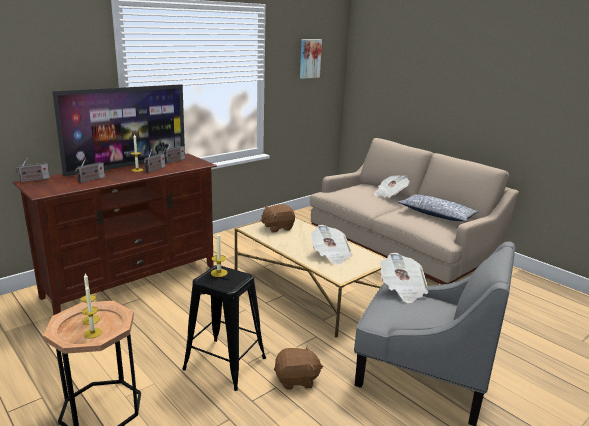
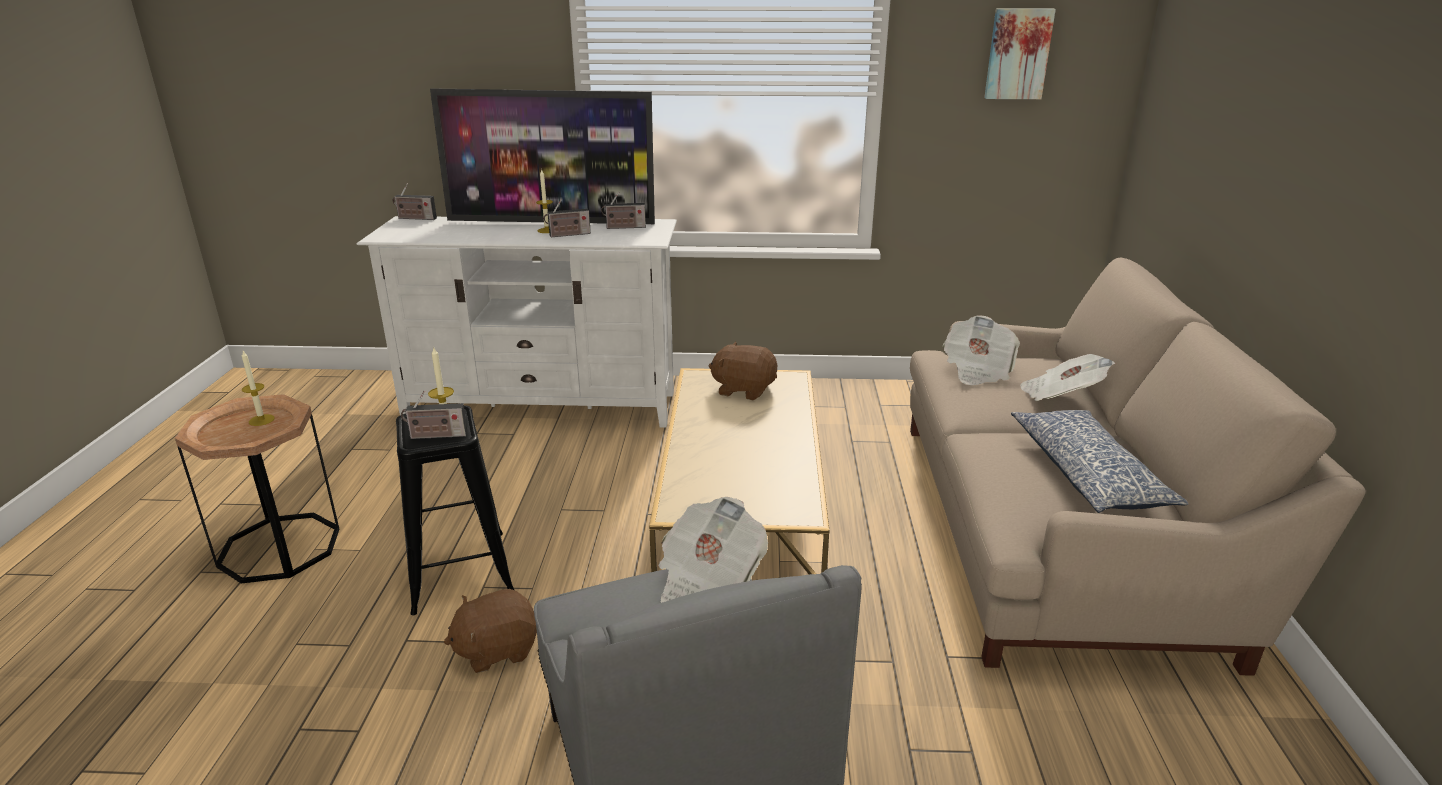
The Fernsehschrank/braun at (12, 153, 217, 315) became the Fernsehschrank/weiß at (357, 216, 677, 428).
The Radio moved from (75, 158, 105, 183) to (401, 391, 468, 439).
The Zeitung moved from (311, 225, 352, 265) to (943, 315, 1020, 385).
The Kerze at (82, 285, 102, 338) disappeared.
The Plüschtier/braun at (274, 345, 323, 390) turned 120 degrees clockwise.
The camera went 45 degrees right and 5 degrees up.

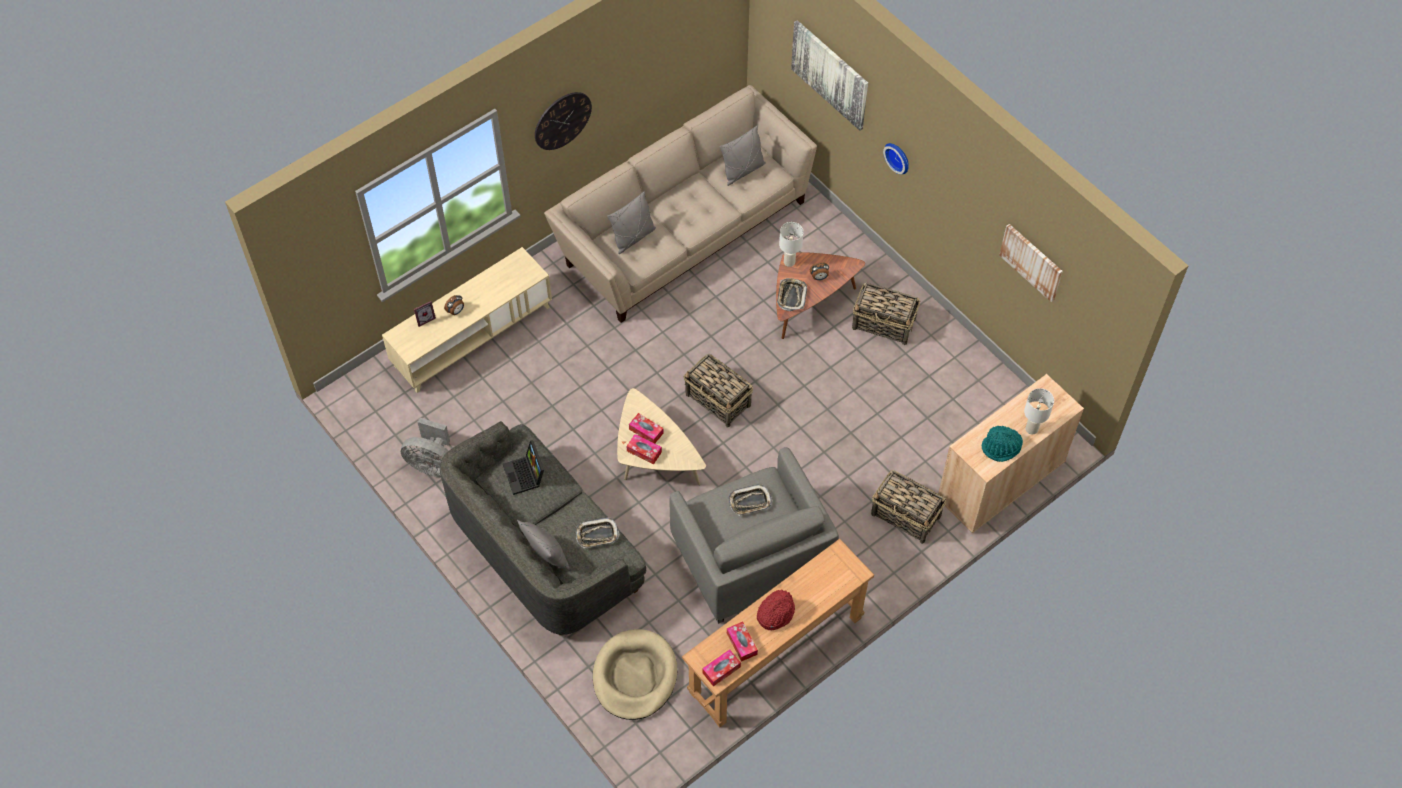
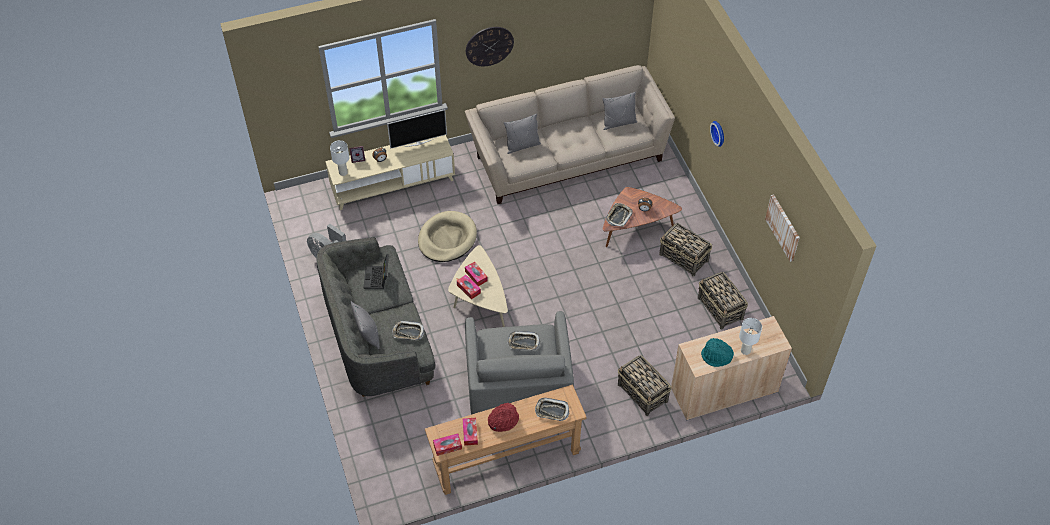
The Bild at (791, 20, 868, 131) disappeared.
The Tischlampe/weiß moved from (779, 222, 804, 267) to (330, 140, 349, 176).
The Korb moved from (683, 354, 753, 427) to (698, 272, 748, 329).
The Hundebett/beige moved from (593, 629, 677, 720) to (418, 211, 477, 262).
The Fernseher at (387, 109, 447, 149) appeared.
The Tablett at (535, 398, 569, 421) appeared.
The camera went 20 degrees right and 5 degrees down.

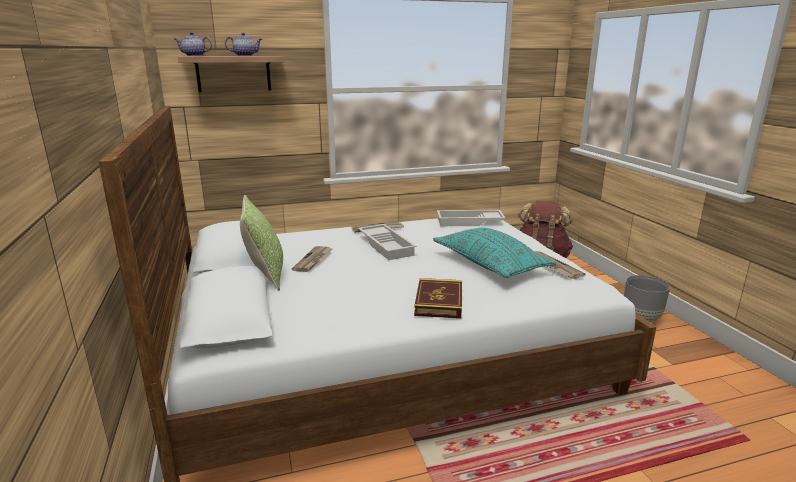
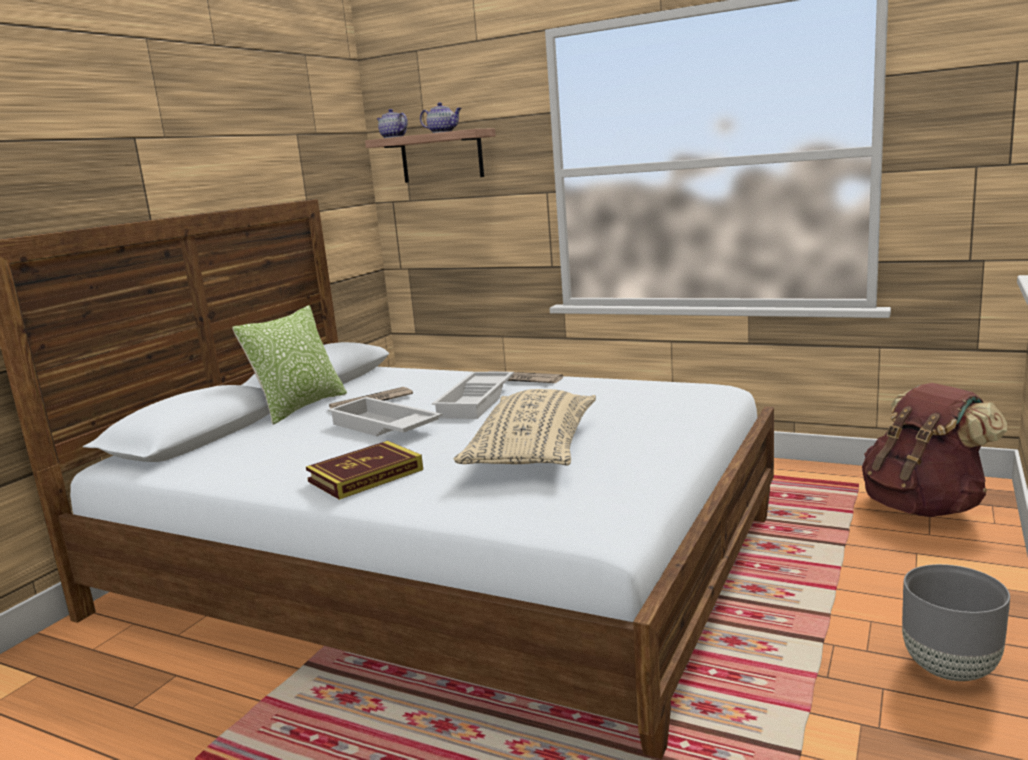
The Tablett/weiß moved from (437, 210, 506, 226) to (328, 397, 442, 436).
The Kissen/türkis at (433, 228, 556, 278) became the Kissen/beige at (454, 389, 596, 466).
The Zeitung at (535, 251, 586, 279) disappeared.
The camera went 45 degrees right and 5 degrees down.

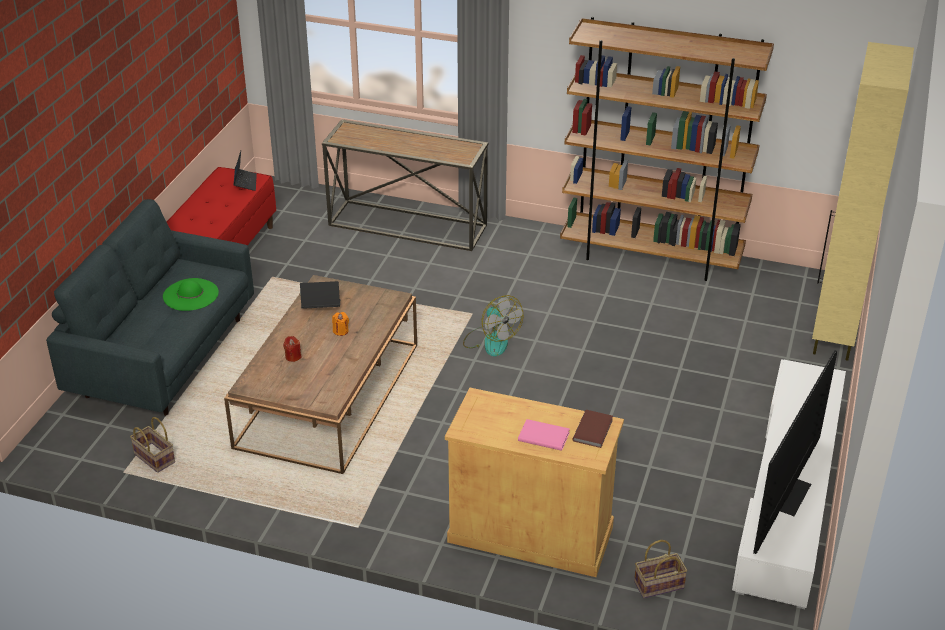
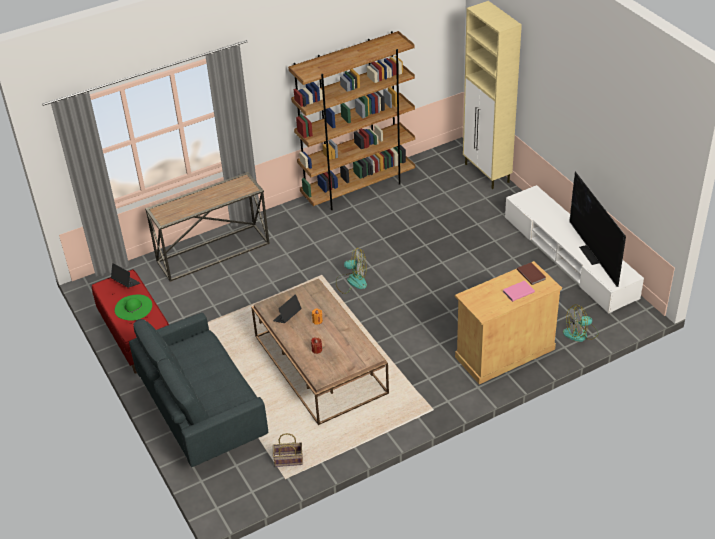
The Hut/grün moved from (163, 278, 219, 311) to (115, 294, 152, 321).
The Korb at (634, 540, 688, 598) was replaced by the Ventilator at (563, 304, 599, 342).
The camera went 45 degrees left and 5 degrees up.

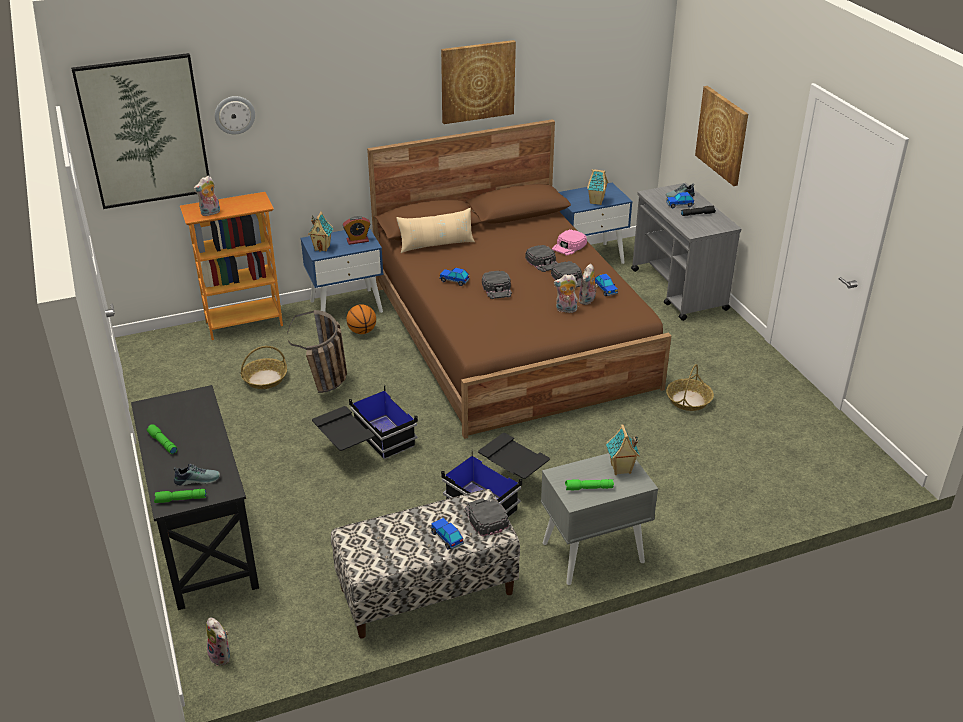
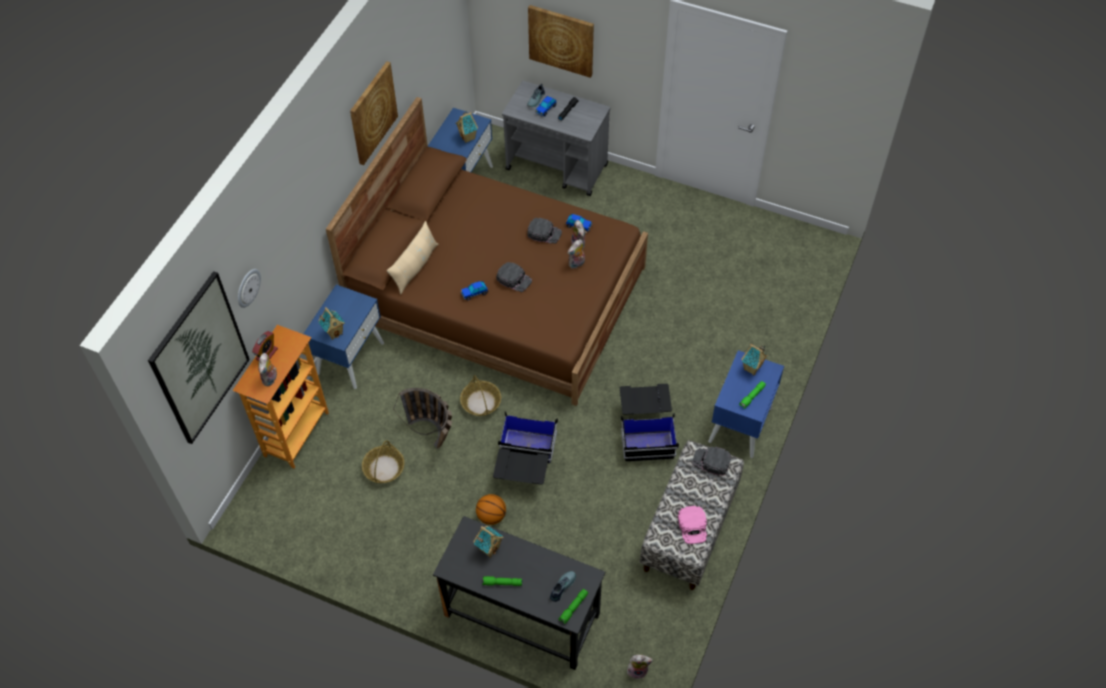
The Wecker moved from (343, 216, 370, 245) to (252, 331, 278, 361).
The Kappe/rosa moved from (552, 230, 587, 256) to (678, 506, 707, 544).
The Kappe/schwarz at (525, 245, 557, 272) disappeared.
The Basketball moved from (346, 304, 376, 334) to (476, 494, 506, 525).
The Korb moved from (666, 364, 714, 411) to (460, 375, 501, 416).
The Nachttisch/grau at (541, 453, 658, 585) became the Nachttisch/blau at (708, 350, 784, 458).
The Spielzeugauto at (431, 518, 464, 550) disappeared.
The Spielzeughaus at (473, 526, 504, 558) appeared.
The camera went 45 degrees left and 20 degrees up.

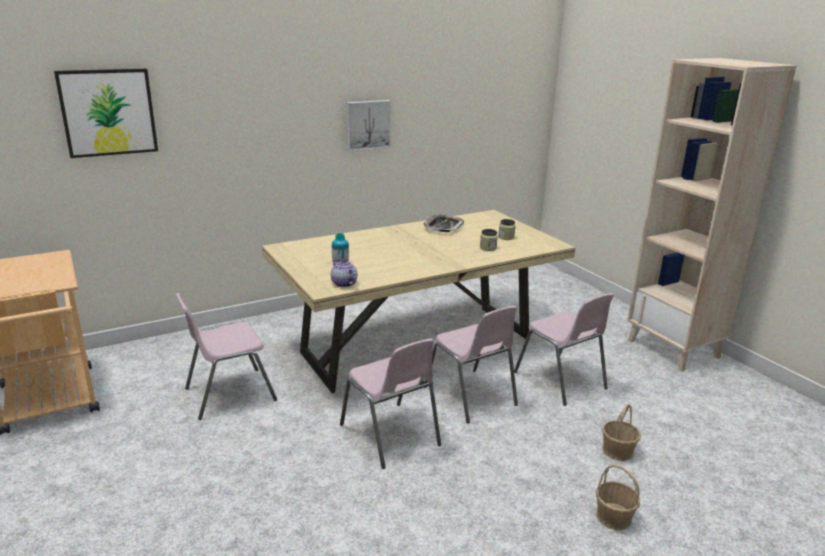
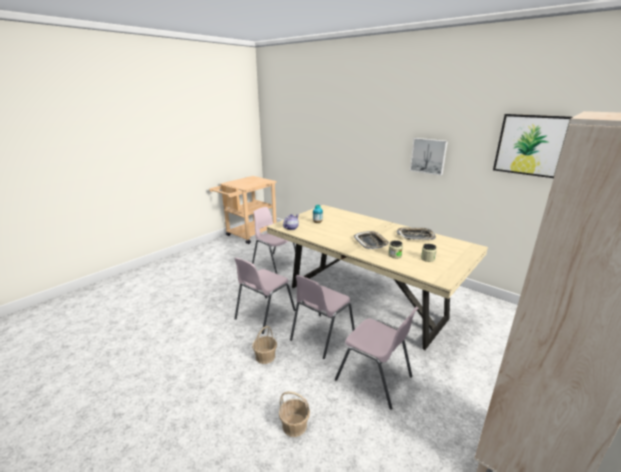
The Bild moved from (54, 69, 158, 158) to (493, 114, 572, 178).
The Stuhl/rosa at (514, 293, 614, 406) turned 90 degrees counterclockwise.
The Korb moved from (596, 464, 640, 530) to (252, 326, 277, 364).
The Tablett at (354, 231, 390, 249) appeared.
The camera went 70 degrees right and 0 degrees up.

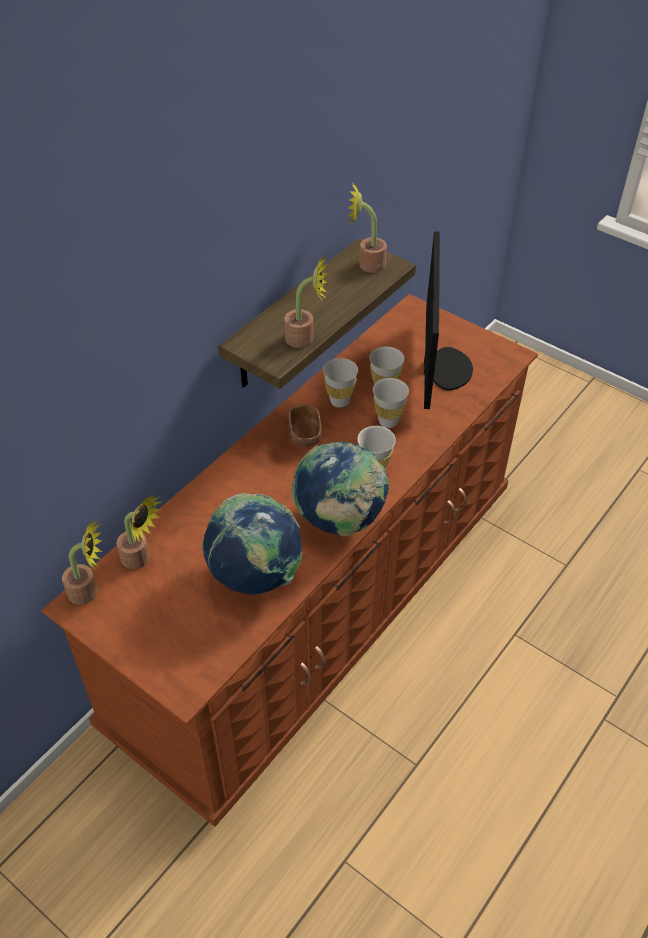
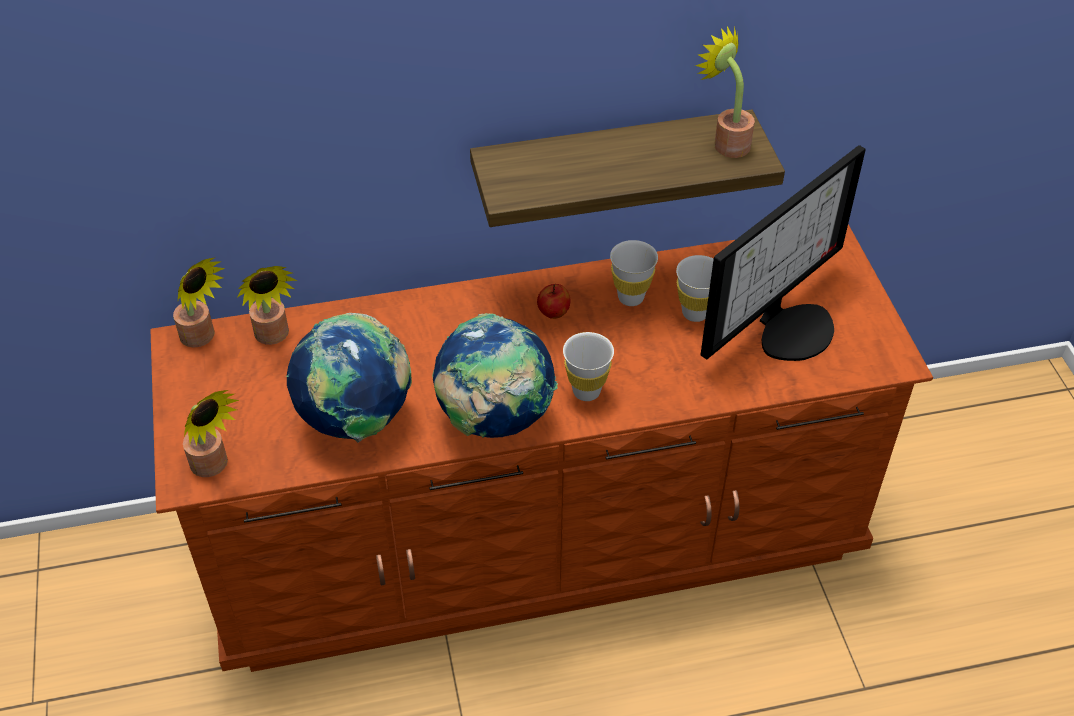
The Topfpflanze moved from (284, 254, 328, 348) to (183, 390, 240, 477).
The Tasse/weiß at (373, 378, 409, 428) disappeared.
The Schüssel/braun at (288, 405, 322, 447) was replaced by the Apfel at (537, 284, 570, 319).
The camera went 40 degrees right and 0 degrees up.

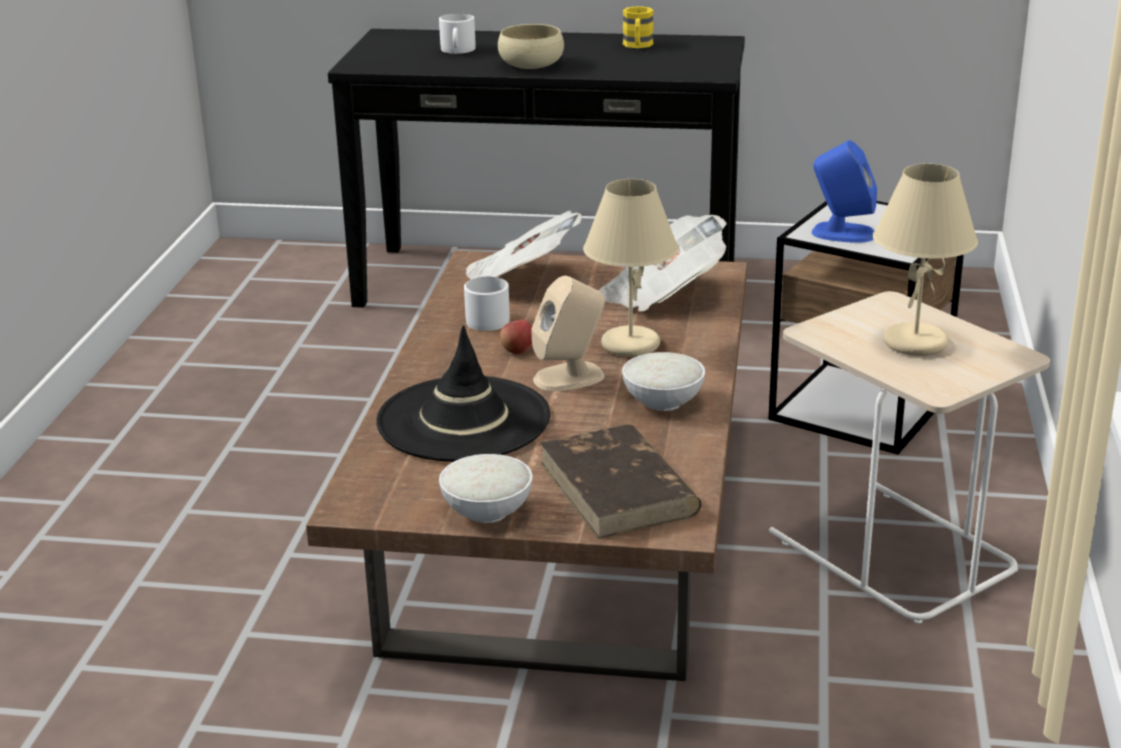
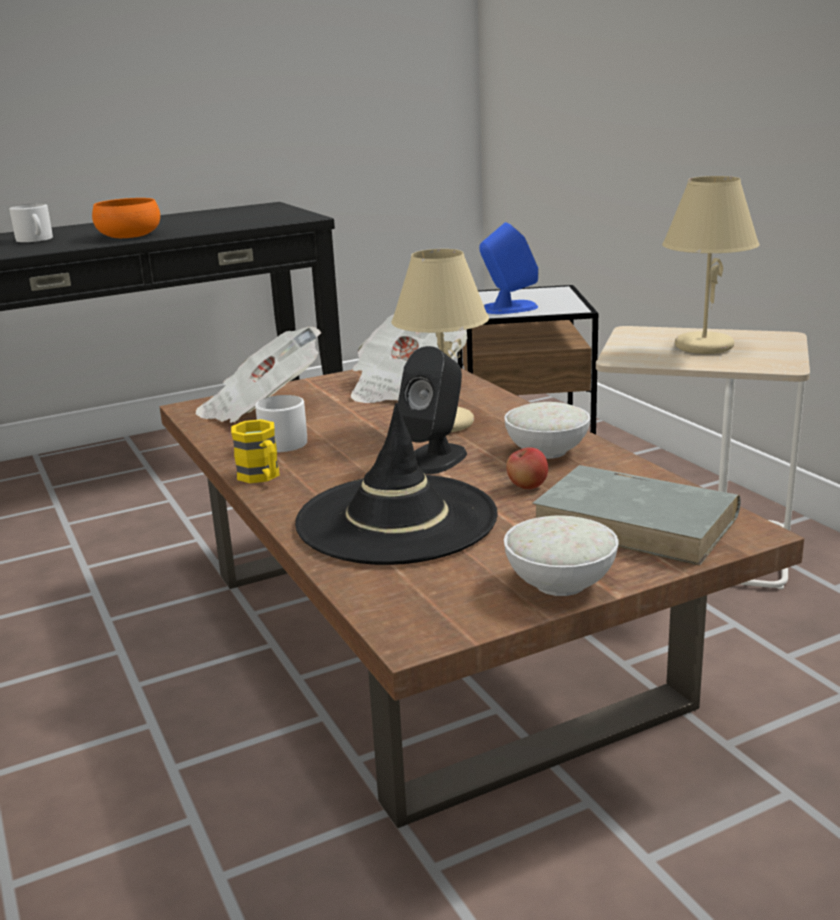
The Henkelbecher/gelb moved from (623, 6, 654, 48) to (231, 419, 280, 483).
The Schüssel/beige at (498, 24, 564, 69) became the Schüssel/orange at (92, 198, 160, 238).
The Lautsprecher/beige at (531, 276, 605, 391) became the Lautsprecher/schwarz at (398, 346, 467, 474).
The Apfel moved from (500, 320, 532, 354) to (506, 447, 548, 489).
The Buch/braun at (540, 424, 702, 539) became the Buch/grau at (532, 465, 741, 566).
The camera went 35 degrees left and 5 degrees down.

